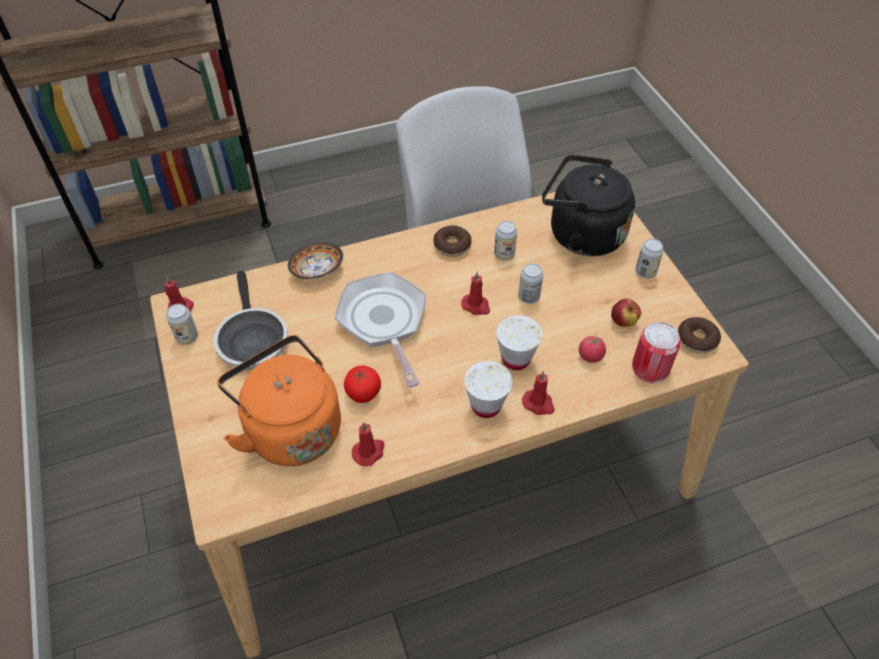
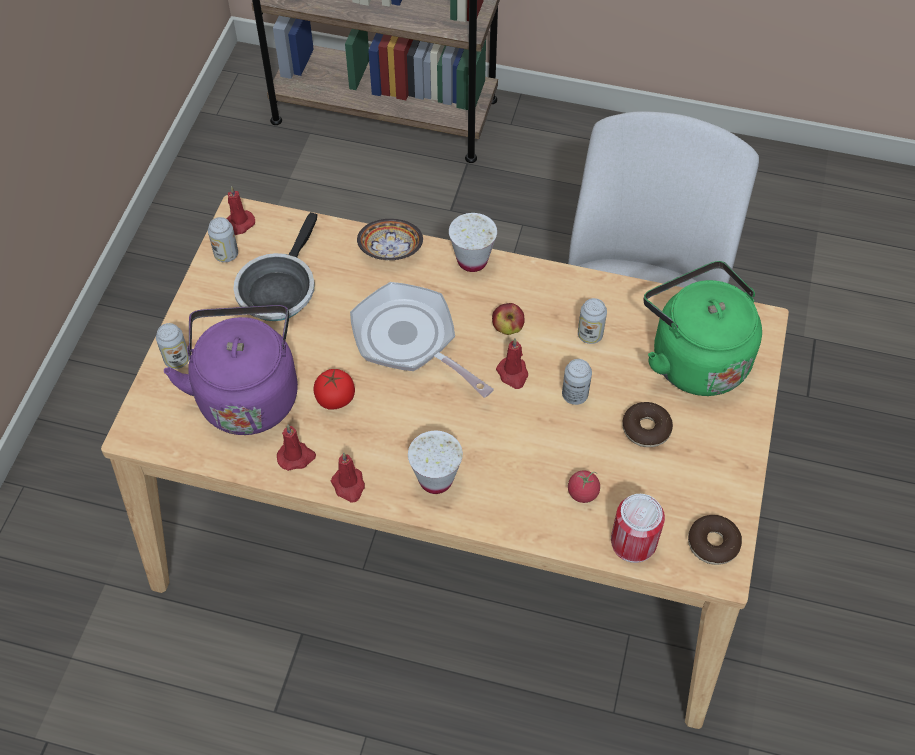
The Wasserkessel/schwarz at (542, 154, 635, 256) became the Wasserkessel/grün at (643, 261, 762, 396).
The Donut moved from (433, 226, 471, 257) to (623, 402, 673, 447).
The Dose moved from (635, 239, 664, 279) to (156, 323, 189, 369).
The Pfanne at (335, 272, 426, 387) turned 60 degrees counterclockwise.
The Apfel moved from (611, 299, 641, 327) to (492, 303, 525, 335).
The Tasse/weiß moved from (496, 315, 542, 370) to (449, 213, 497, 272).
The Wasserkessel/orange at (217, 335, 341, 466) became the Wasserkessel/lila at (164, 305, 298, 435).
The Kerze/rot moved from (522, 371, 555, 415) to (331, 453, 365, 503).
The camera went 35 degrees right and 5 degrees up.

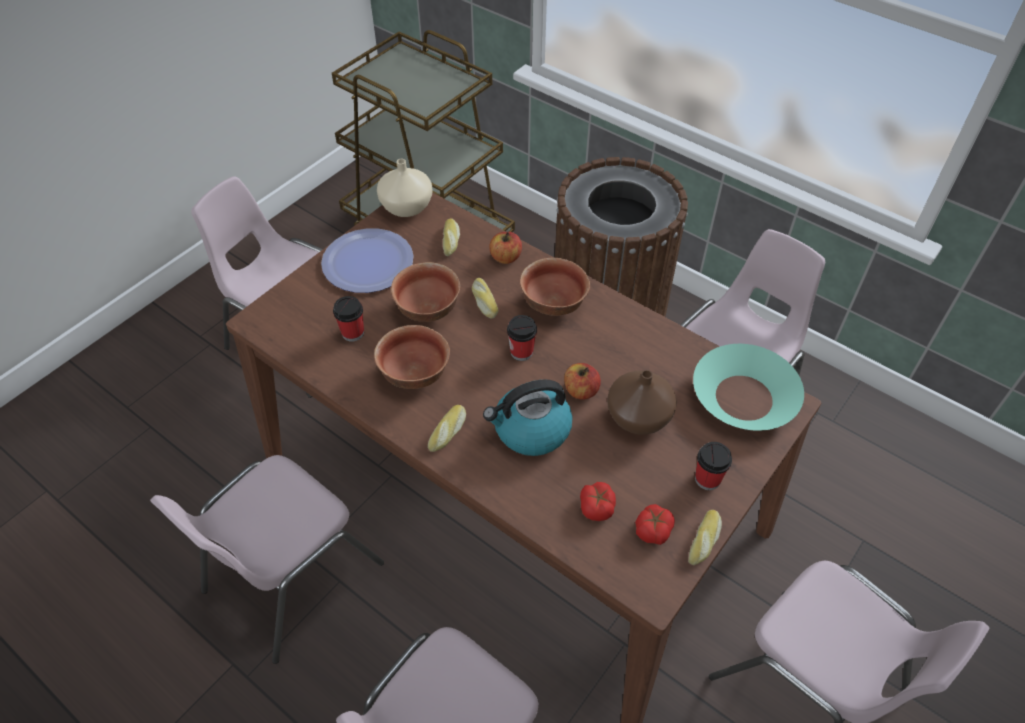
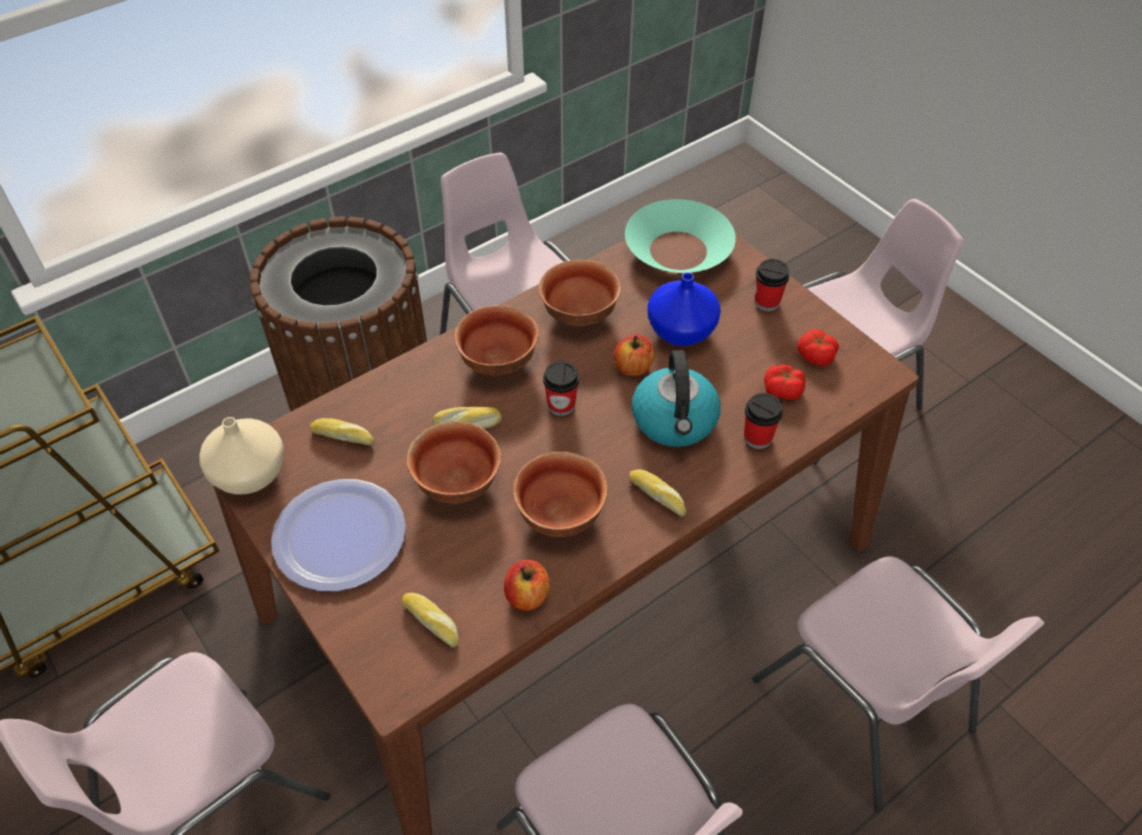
The Apfel moved from (489, 232, 522, 264) to (504, 560, 550, 611).
The Tasse moved from (333, 296, 364, 342) to (744, 393, 783, 449).
The Vase/braun at (607, 370, 677, 435) became the Vase/blau at (647, 272, 721, 346).
The Brot moved from (688, 510, 722, 565) to (402, 593, 459, 647).
The Schüssel at (539, 260, 621, 326) appeared.
The camera went 75 degrees left and 0 degrees up.

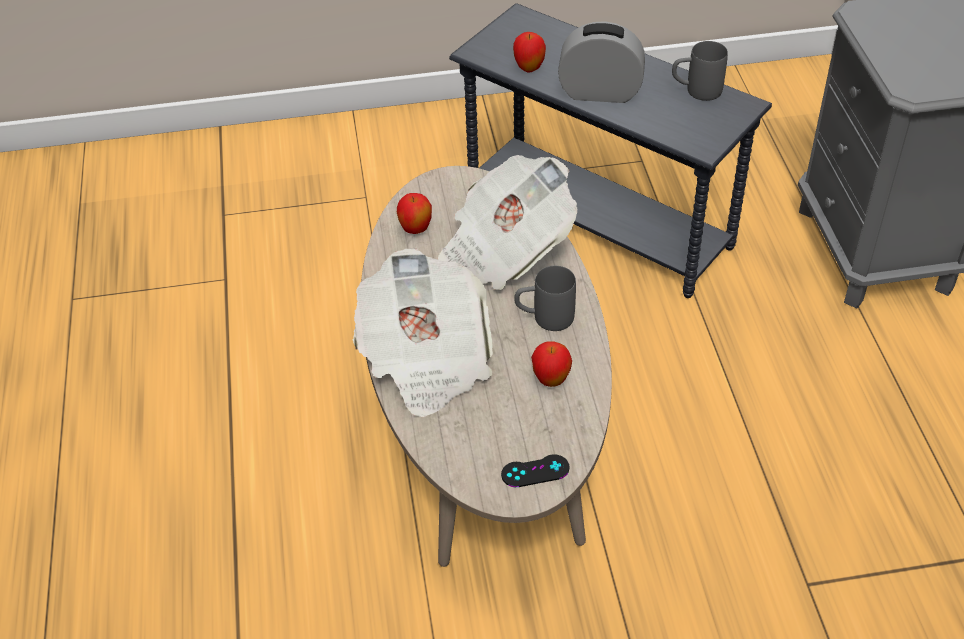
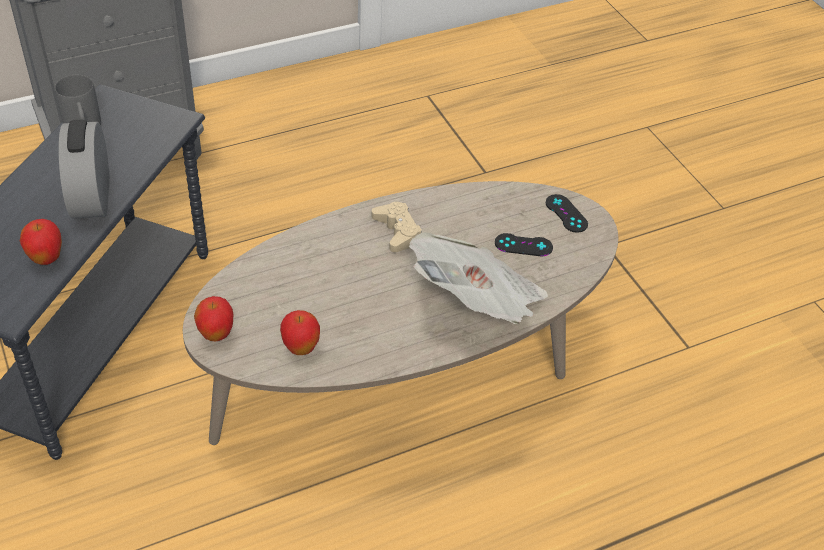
The Zeitung at (438, 155, 577, 290) disappeared.
The Henkelbecher/grau at (514, 266, 576, 331) was replaced by the Gamepad/beige at (371, 202, 422, 252).
The Apfel moved from (531, 341, 572, 387) to (194, 296, 233, 342).
The Gamepad/schwarz at (495, 233, 553, 256) appeared.
The camera went 110 degrees left and 0 degrees up.

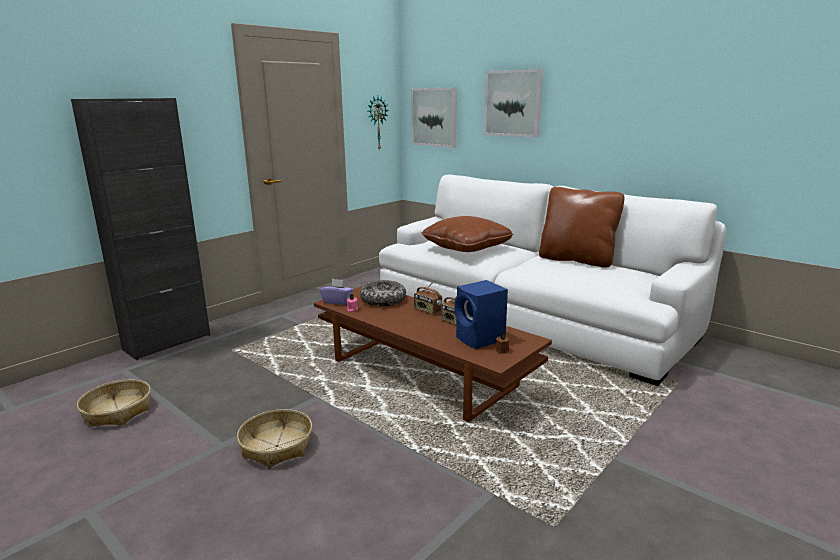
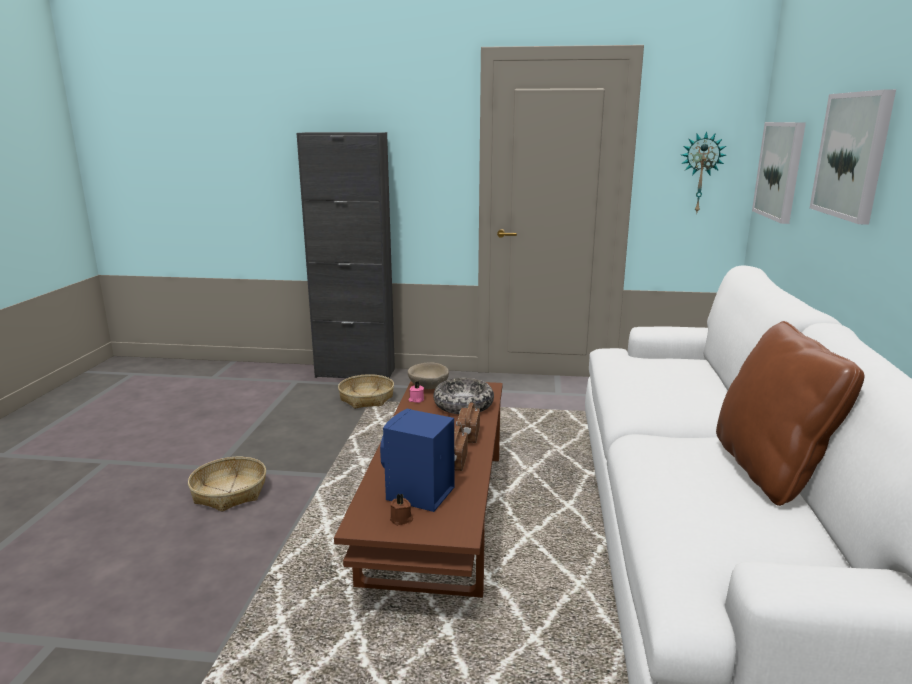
The Kissen/braun at (422, 216, 513, 252) disappeared.
The Taschentuchbox/lila at (320, 279, 353, 305) was replaced by the Schüssel/beige at (408, 362, 449, 389).
The Korb moved from (77, 380, 151, 427) to (338, 374, 394, 409).
The camera went 55 degrees right and 0 degrees up.

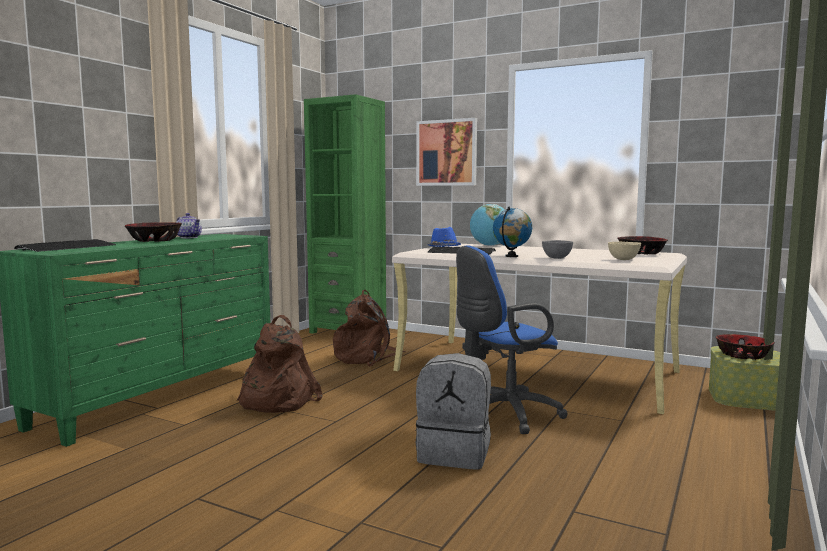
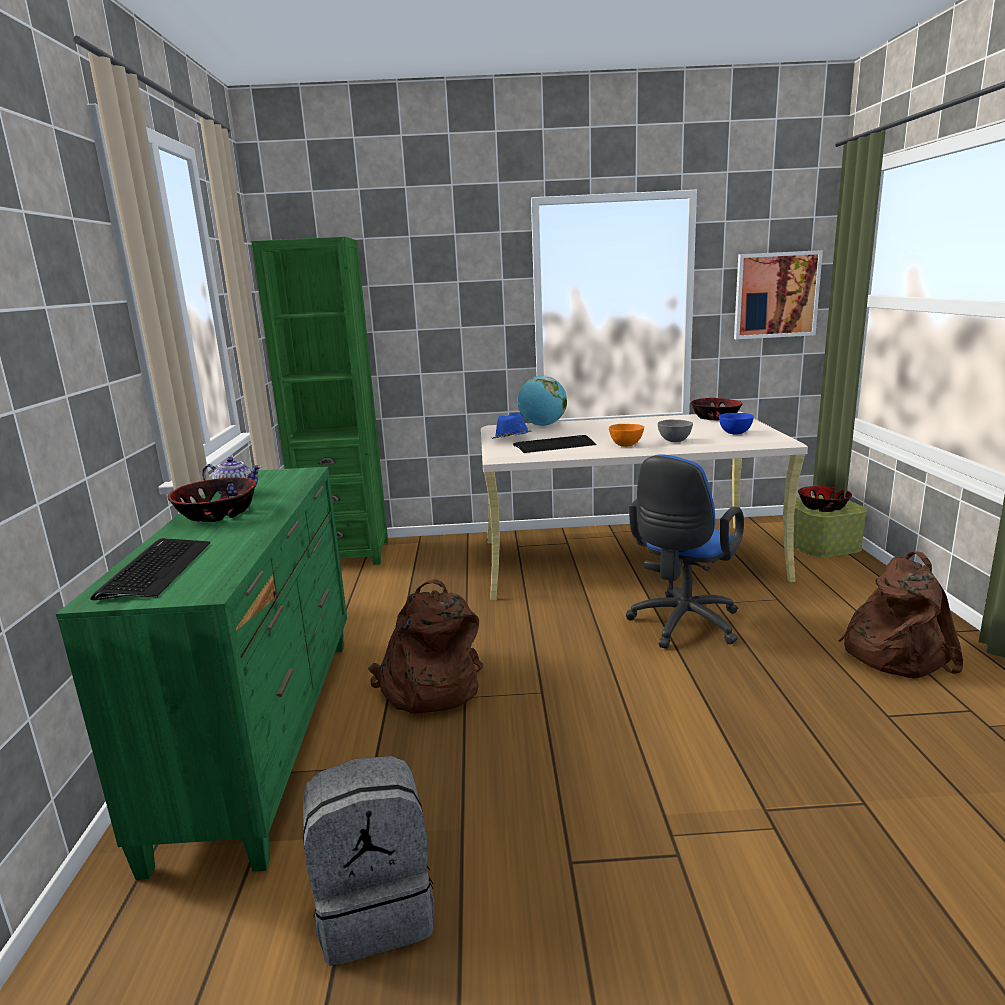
The Bild moved from (416, 118, 477, 186) to (734, 250, 823, 339).
The Globus at (493, 207, 532, 257) was replaced by the Schüssel/orange at (609, 424, 644, 447).
The Schüssel/beige at (608, 242, 641, 260) became the Schüssel/blau at (719, 413, 754, 435).
The Rucksack/braun moved from (333, 290, 406, 366) to (839, 551, 963, 679).
The Rucksack/grau moved from (416, 353, 491, 470) to (303, 756, 434, 966).
The camera went 30 degrees left and 10 degrees up.

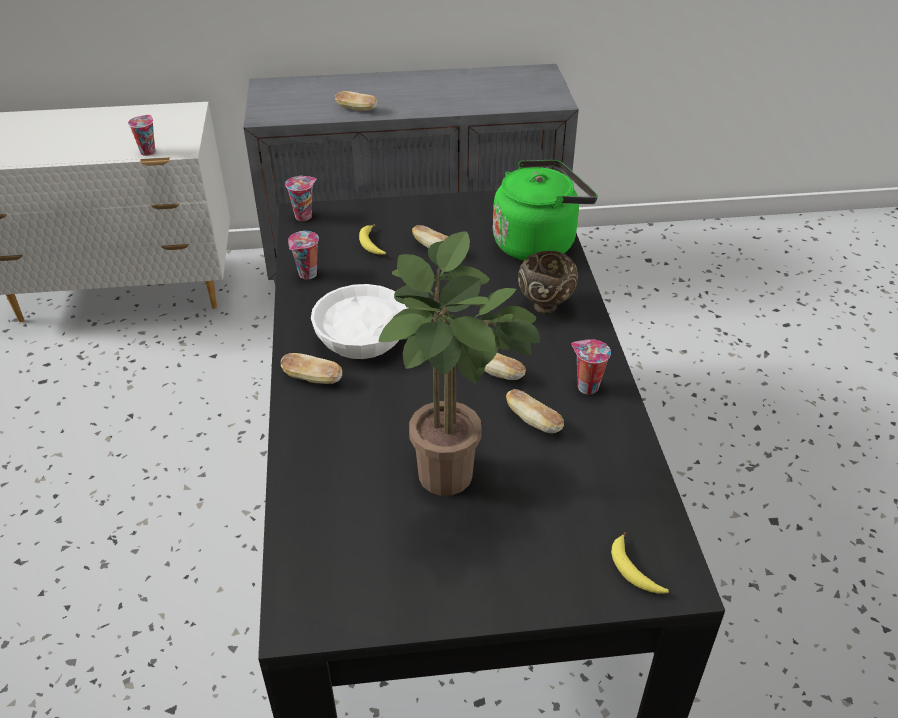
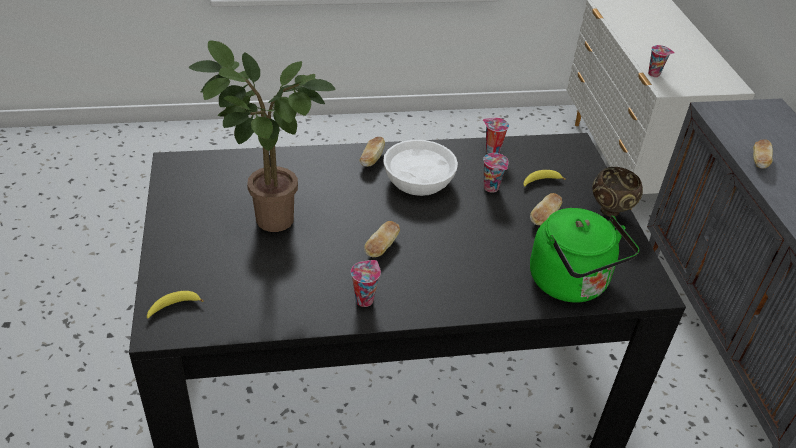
The Tasse moved from (285, 176, 317, 221) to (483, 153, 509, 193).
The Schüssel/braun moved from (518, 251, 578, 314) to (592, 167, 643, 217).
The Brot at (506, 389, 564, 433) disappeared.
The camera went 85 degrees right and 0 degrees up.

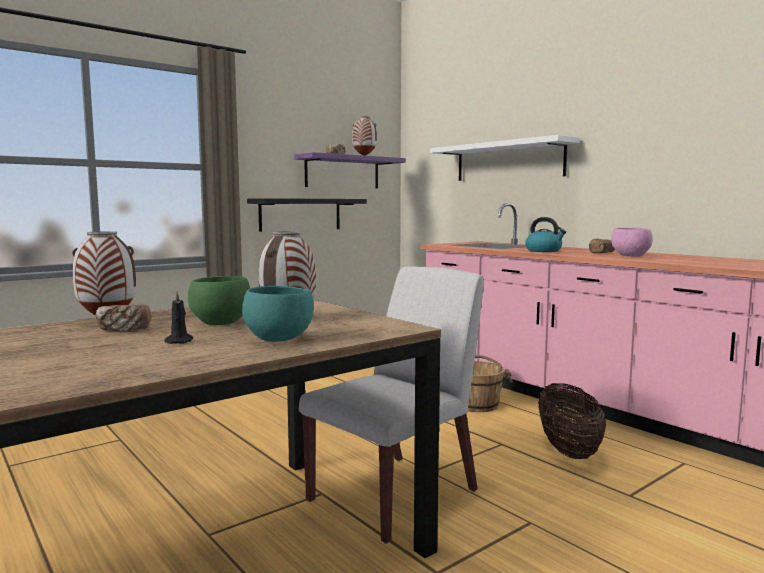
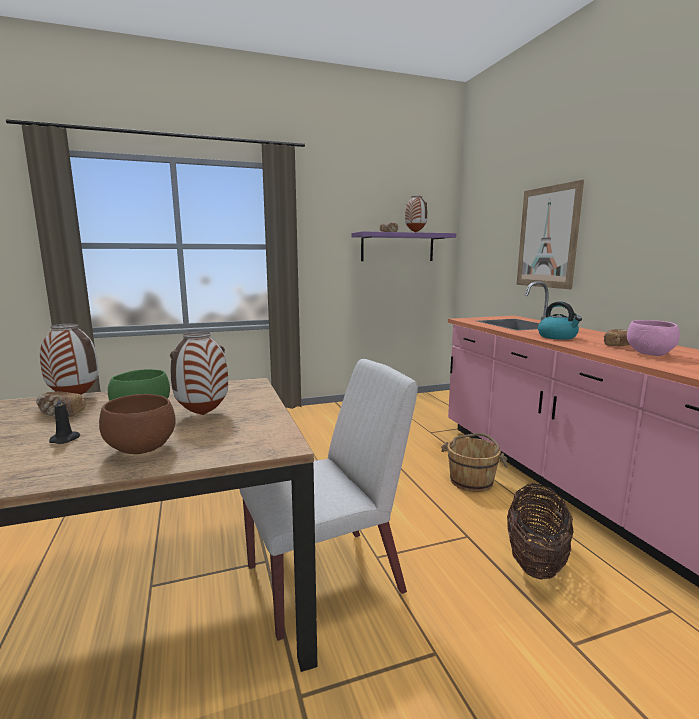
The Wandregal/weiß at (430, 135, 580, 181) was replaced by the Bild at (516, 180, 584, 289).
The Wandregal/schwarz at (247, 198, 367, 232) disappeared.
The Schüssel/türkis at (242, 286, 314, 342) became the Schüssel/braun at (99, 394, 176, 454).
The camera went 20 degrees right and 5 degrees up.

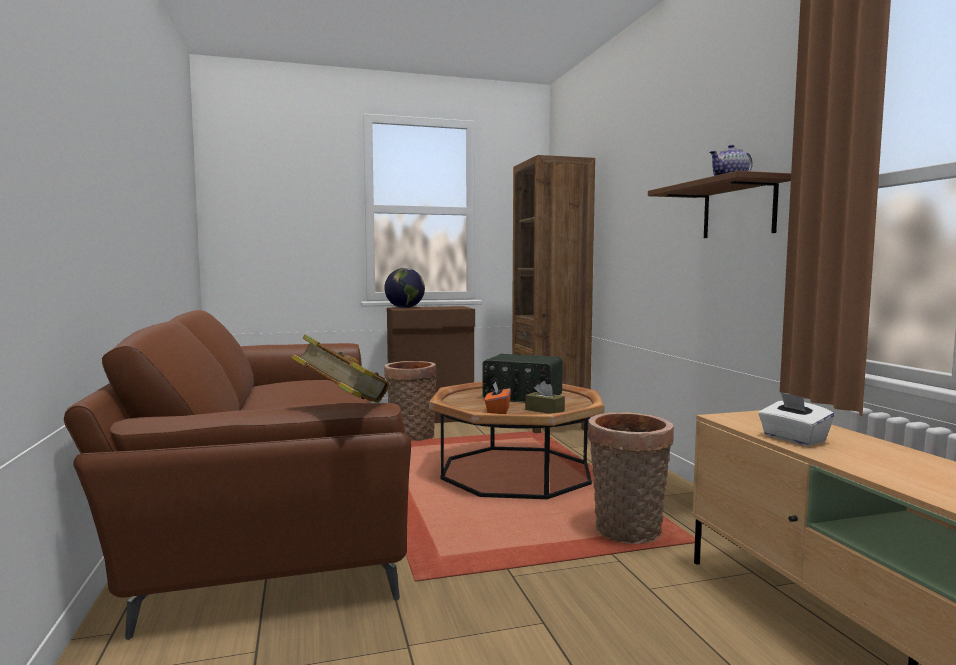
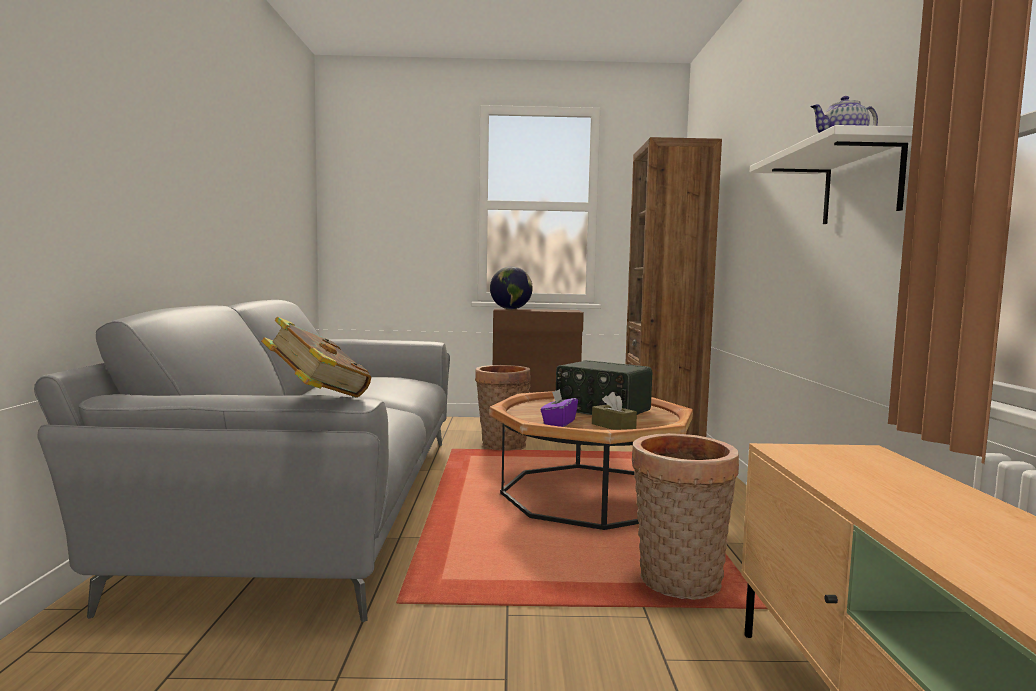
The Wandregal/braun at (648, 171, 791, 238) became the Wandregal/weiß at (750, 125, 913, 224).
The Sofa/braun at (64, 310, 411, 640) became the Sofa/grau at (34, 300, 450, 622).
The Taschentuchbox/orange at (485, 382, 511, 414) became the Taschentuchbox/lila at (540, 389, 578, 427).
The Taschentuchbox/weiß at (759, 392, 834, 446) disappeared.
The camera went 15 degrees right and 0 degrees up.

